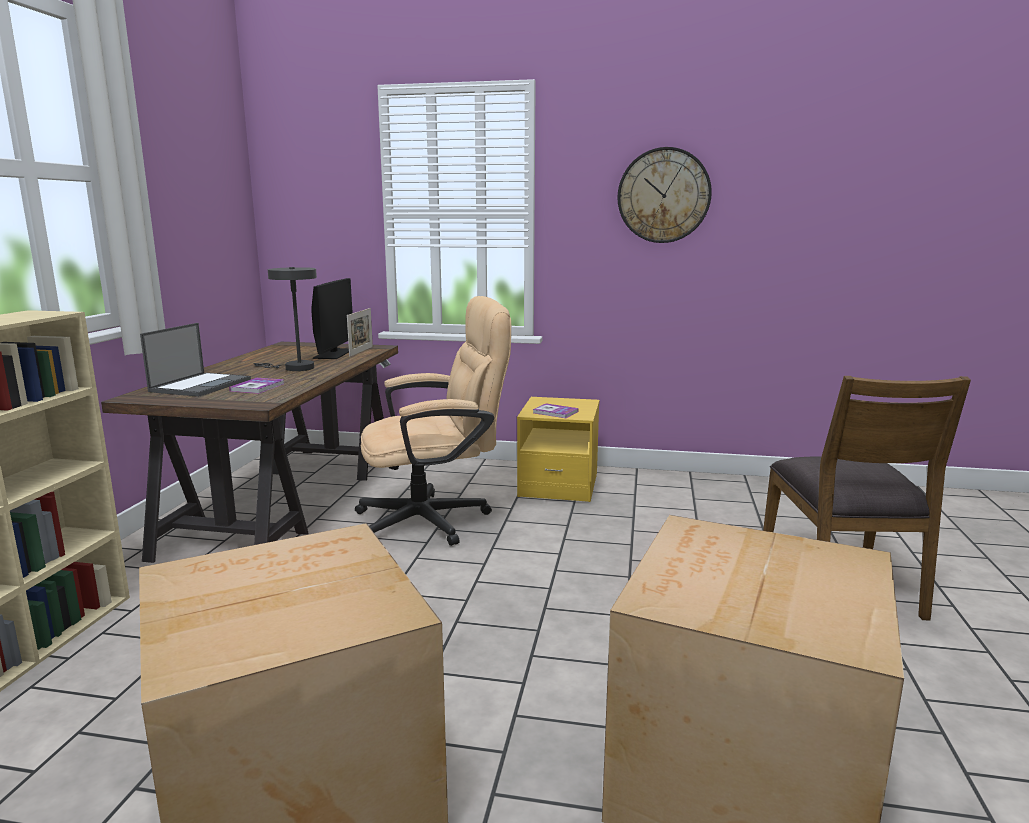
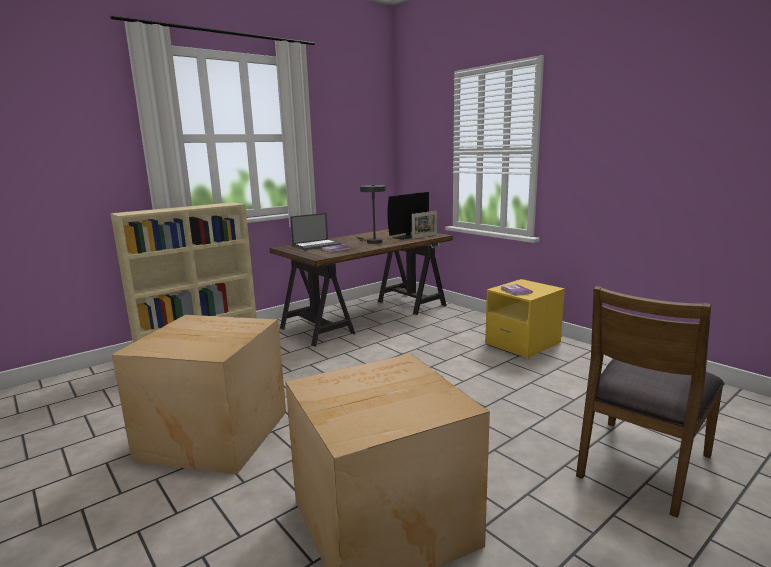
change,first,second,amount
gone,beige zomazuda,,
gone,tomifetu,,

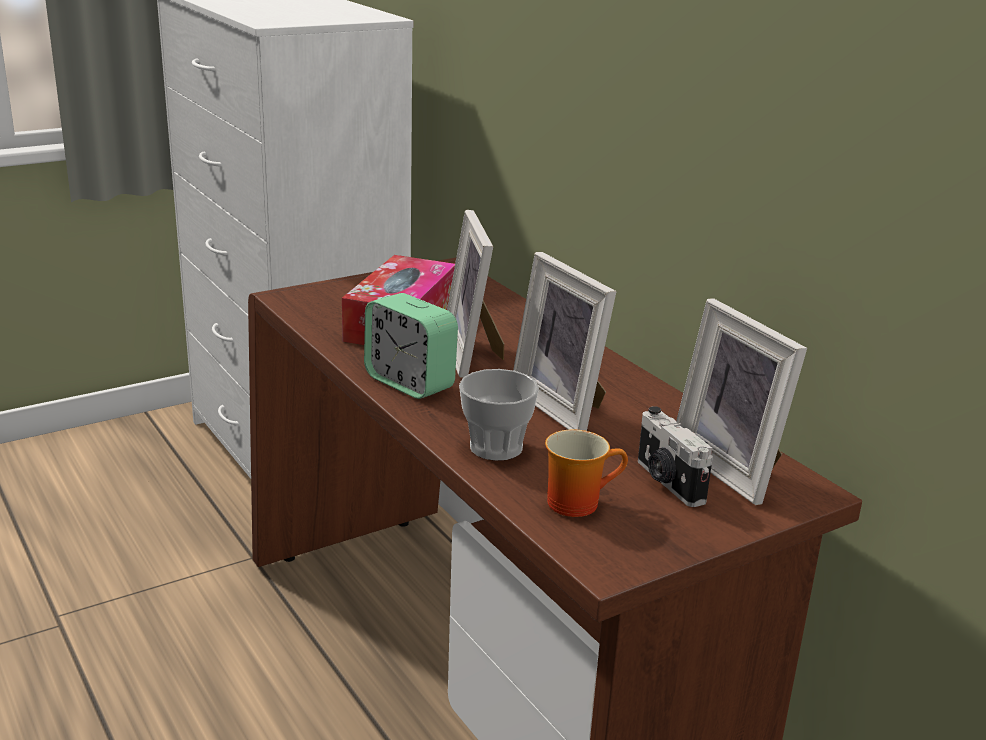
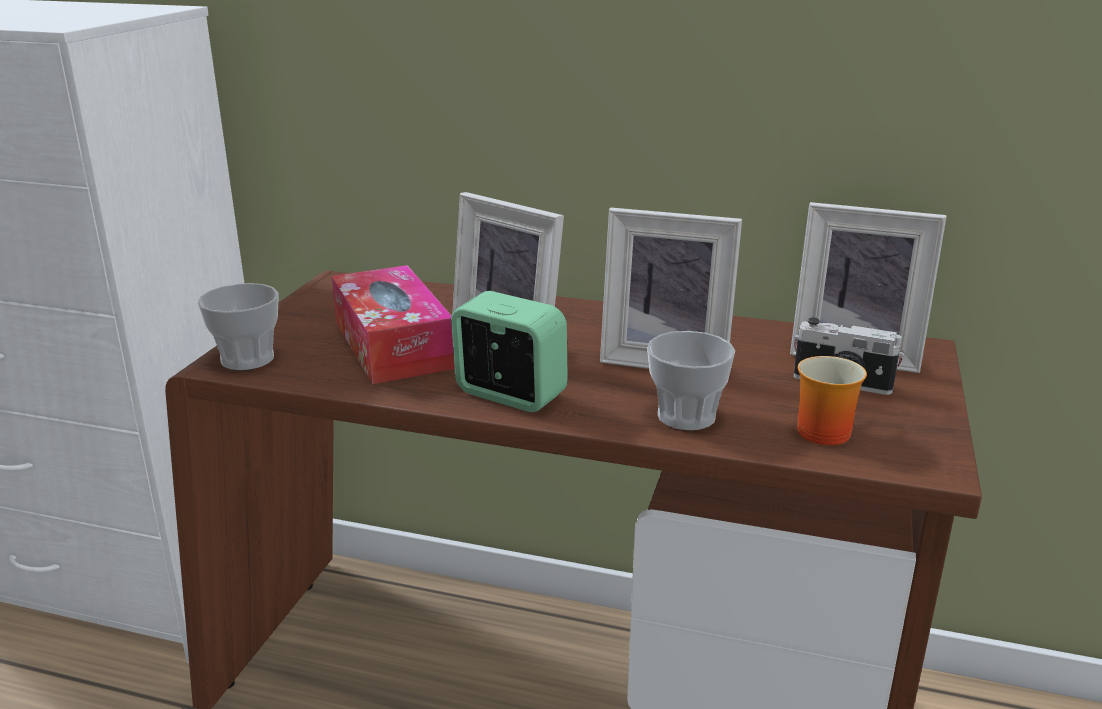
change,first,second,amount
new,,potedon (no. 1 from left),
rotated,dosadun,,150 degrees counterclockwise

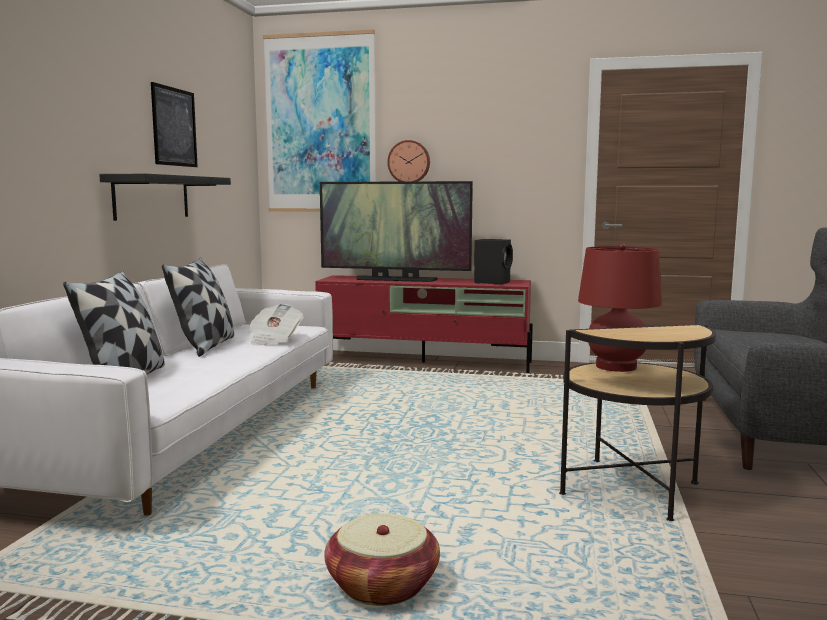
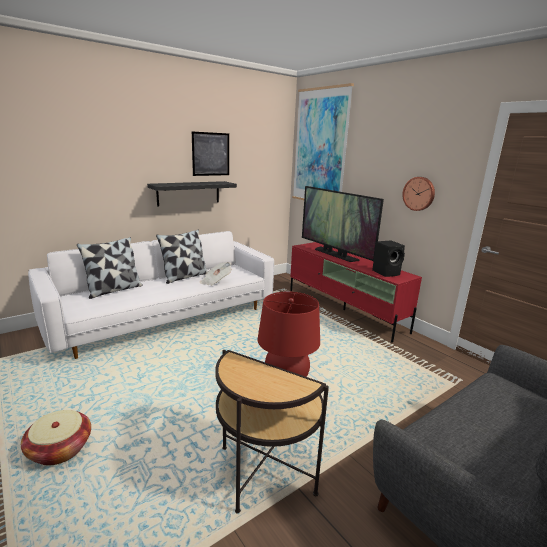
change,first,second,amount
shifted,tomifetu,,

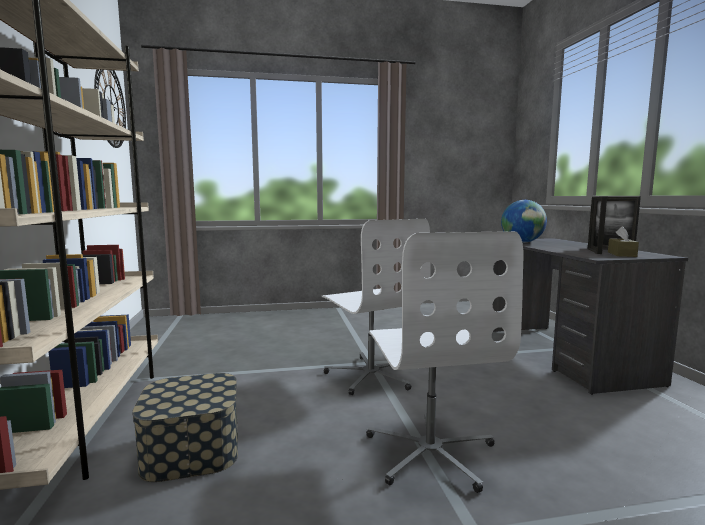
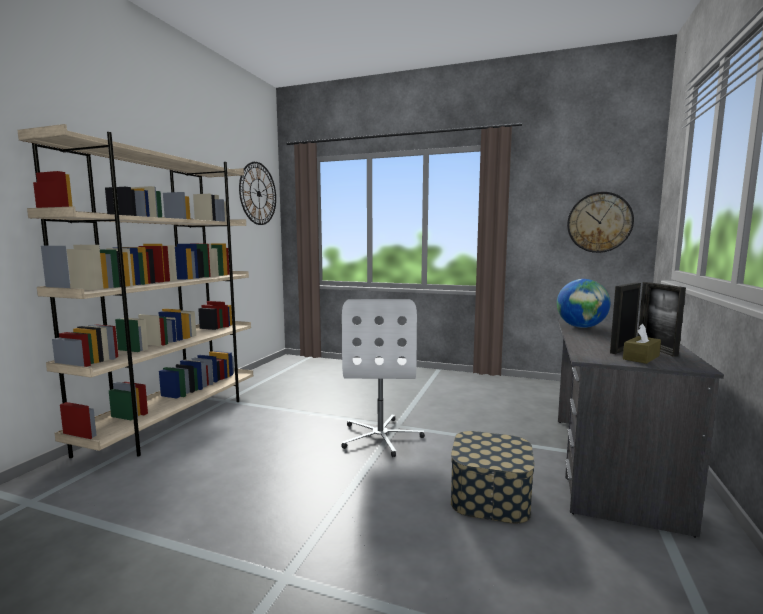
change,first,second,amount
shifted,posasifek,,
new,,tomifetu (no. 2 from left),
gone,white zomazuda (no. 2 from left),,

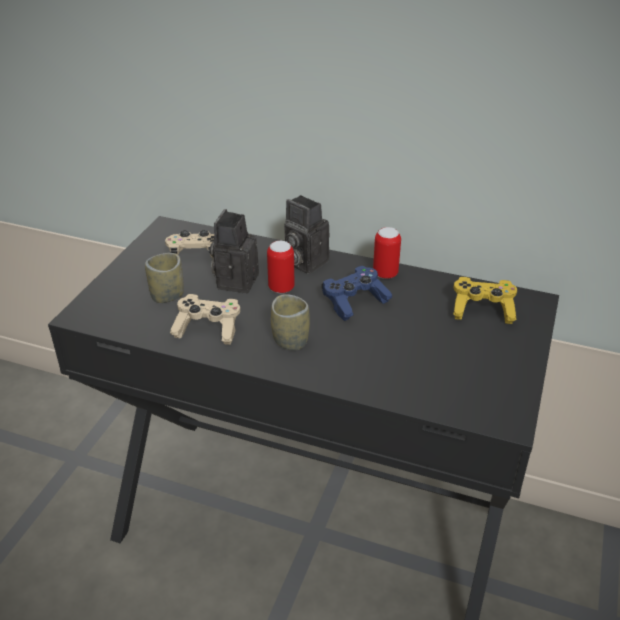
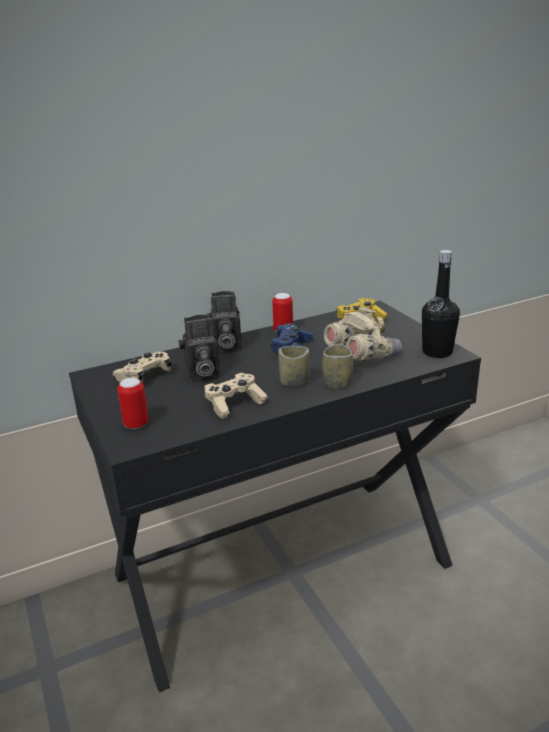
change,first,second,amount
shifted,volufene (no. 1 from left),,
rotated,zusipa (no. 1 from left),,75 degrees counterclockwise
shifted,potedon (no. 1 from left in the first image),potedon (no. 2 from left),
new,,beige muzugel,
new,,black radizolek,

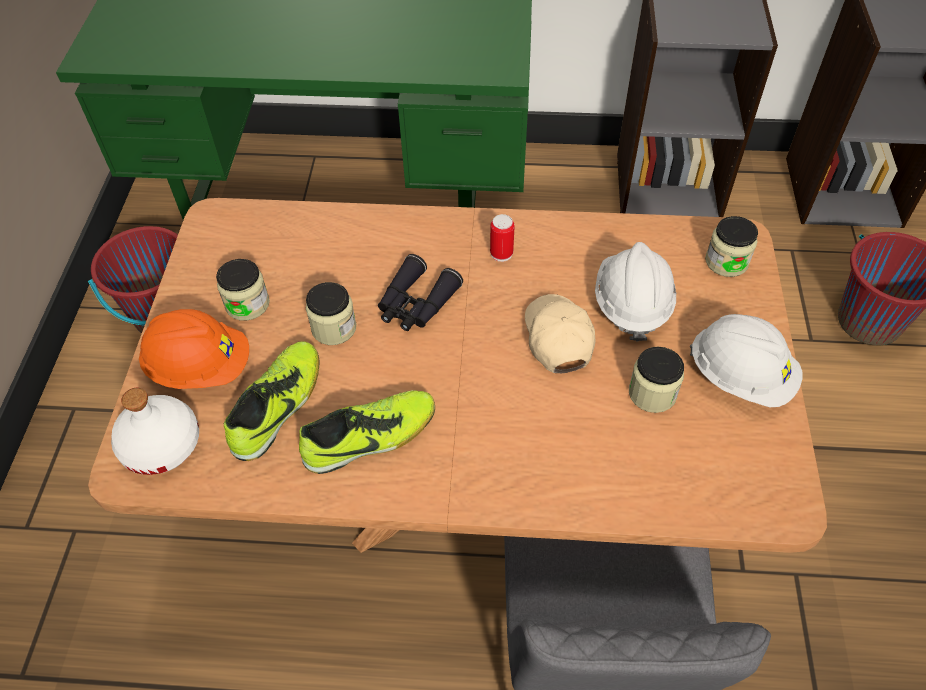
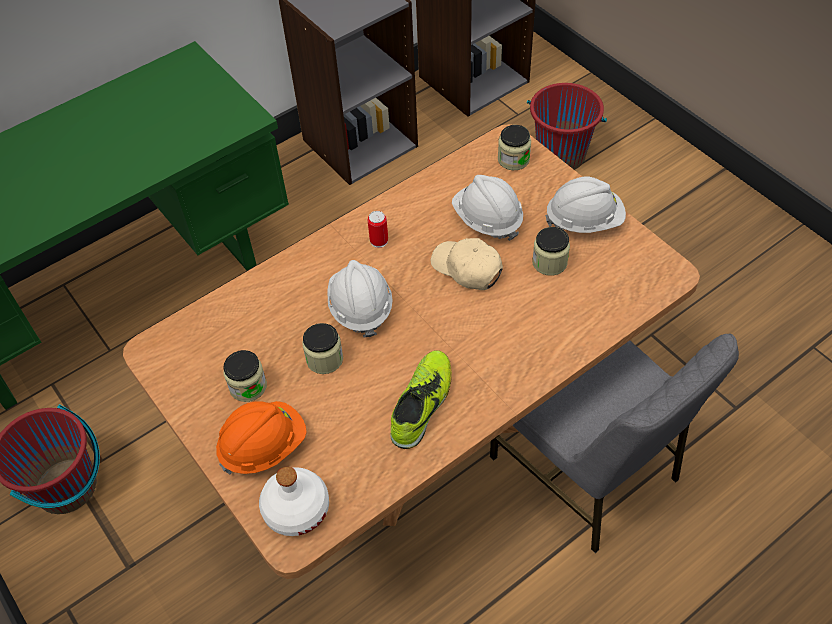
change,first,second,amount
swapped,black muzugel,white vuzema (no. 1 from left),
gone,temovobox (no. 1 from left),,

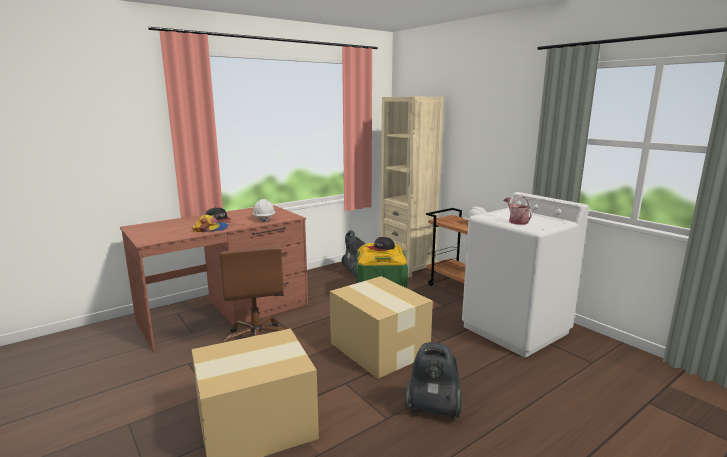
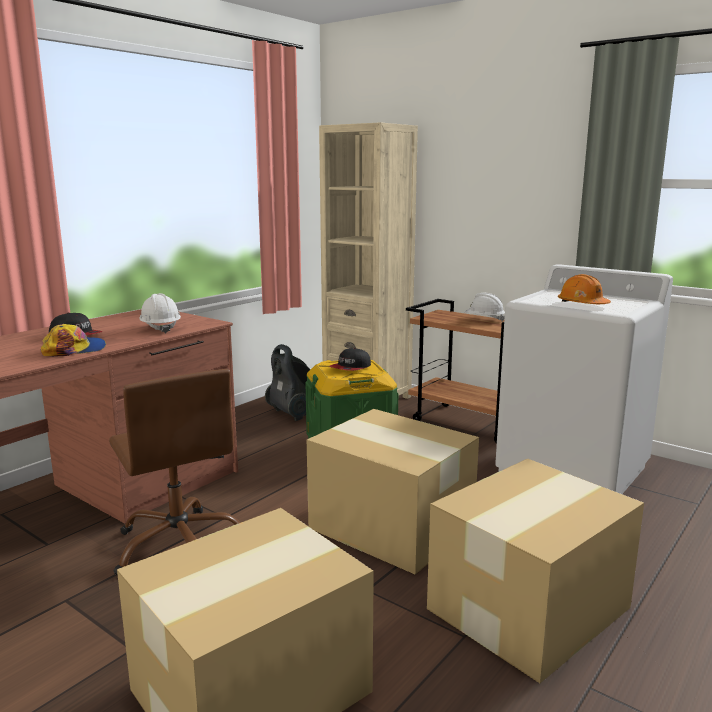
change,first,second,amount
swapped,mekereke (no. 2 from left),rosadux (no. 3 from left),
swapped,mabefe,orange vuzema,

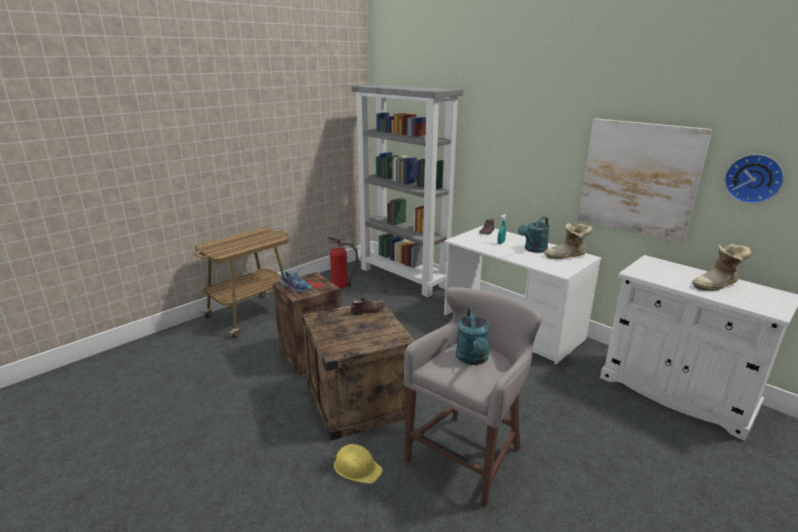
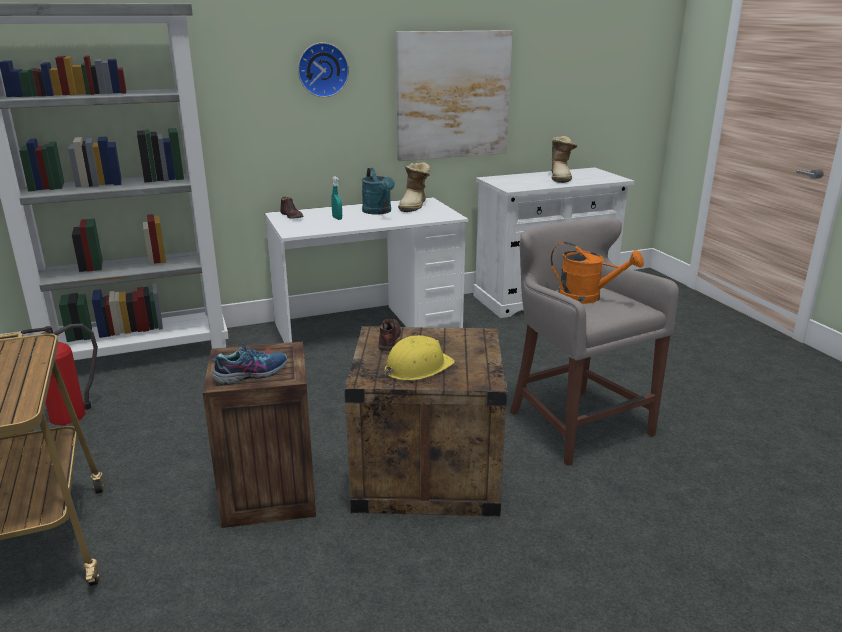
change,first,second,amount
shifted,tomifetu,,
shifted,yellow vuzema,,
repainted,turquoise mabefe (no. 1 from left),orange mabefe,

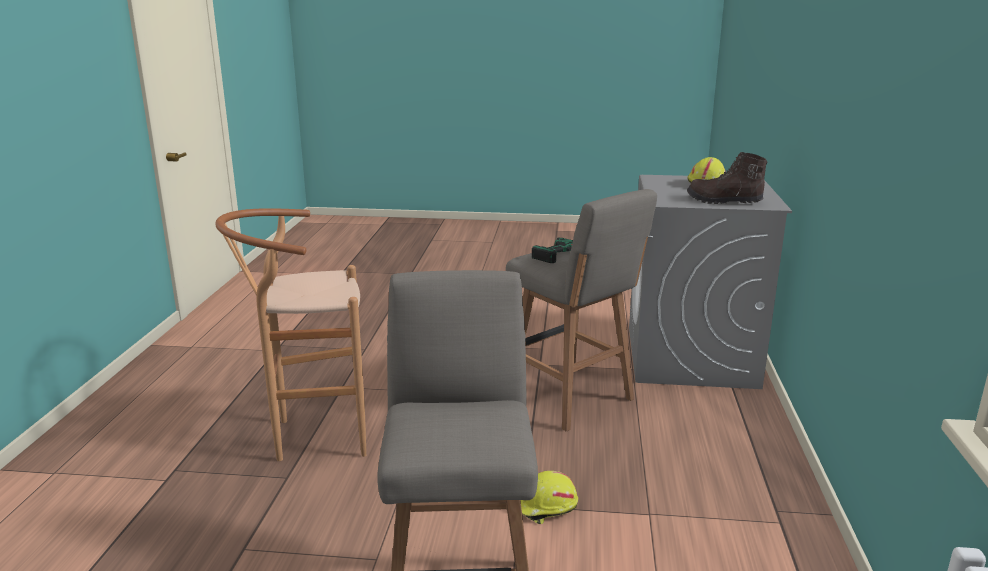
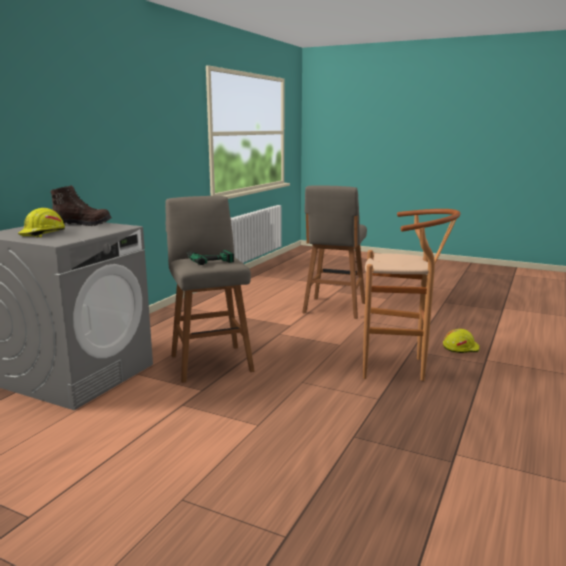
change,first,second,amount
rotated,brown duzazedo,,45 degrees counterclockwise
shifted,yellow vuzema (no. 1 from left in the first image),yellow vuzema (no. 2 from left),

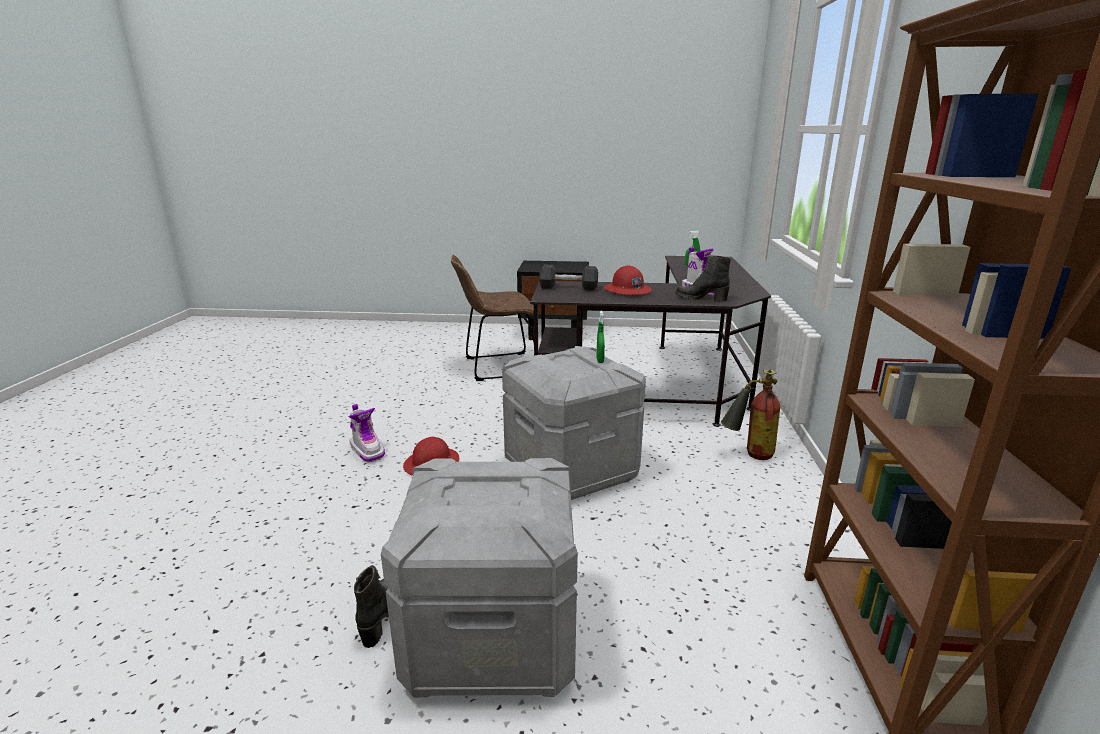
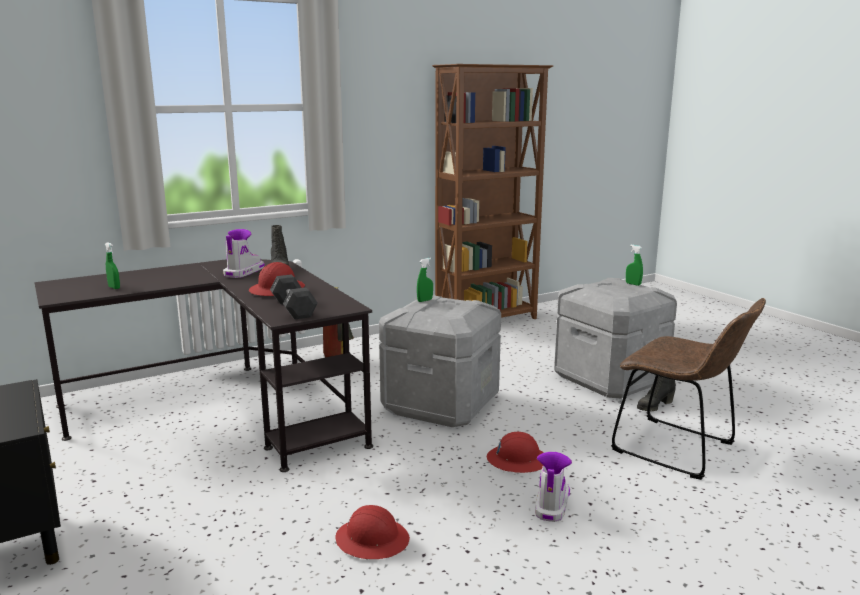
change,first,second,amount
new,,red vuzema (no. 2 from left),
shifted,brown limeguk,,
new,,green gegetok (no. 3 from left),

